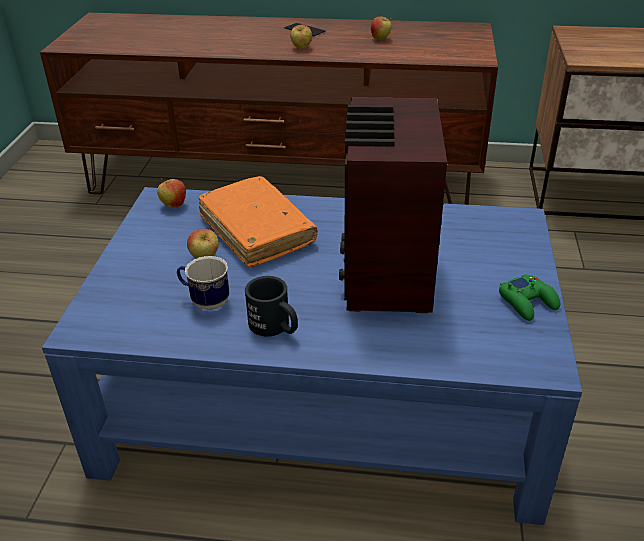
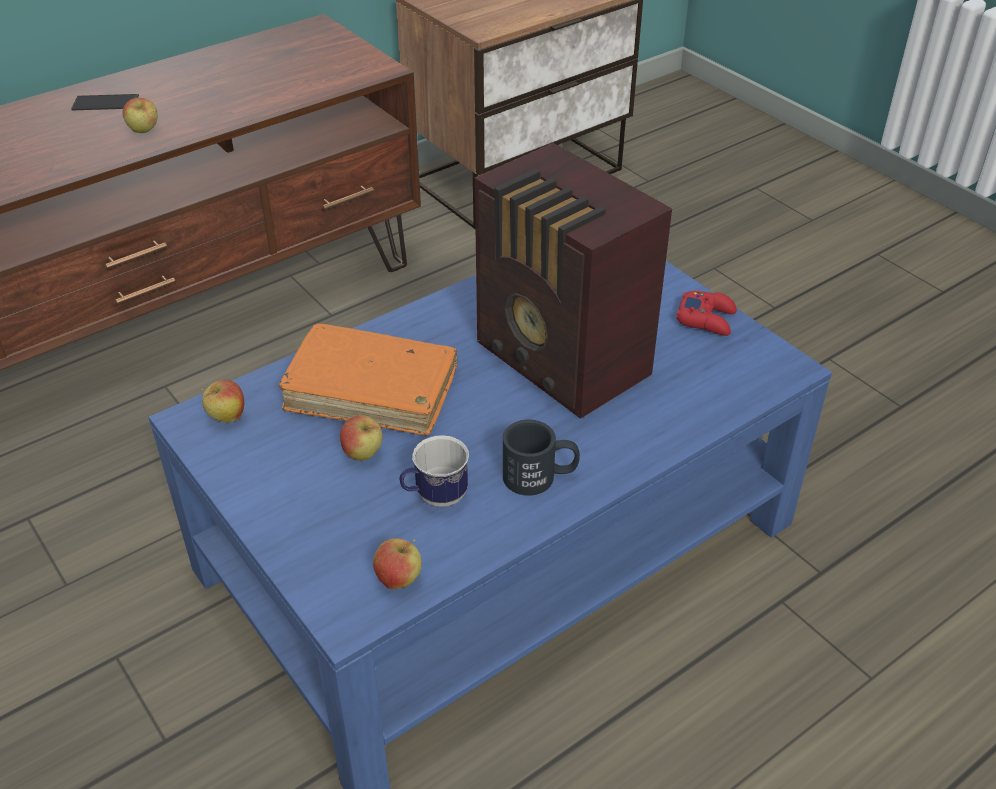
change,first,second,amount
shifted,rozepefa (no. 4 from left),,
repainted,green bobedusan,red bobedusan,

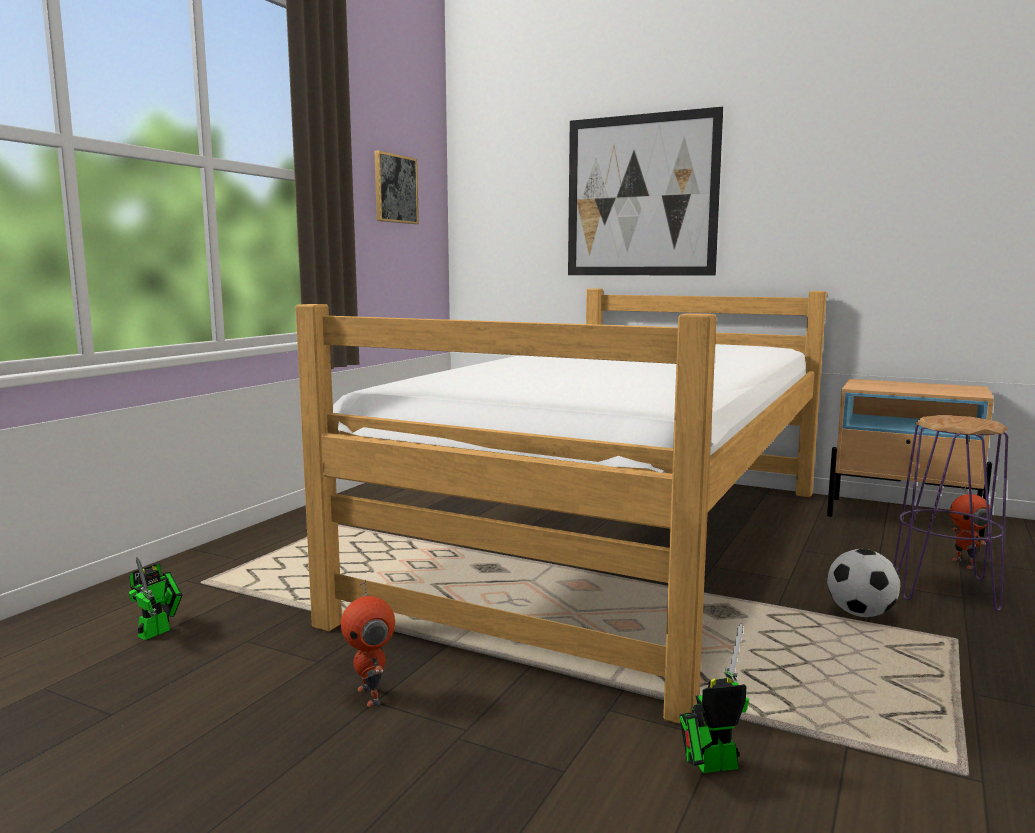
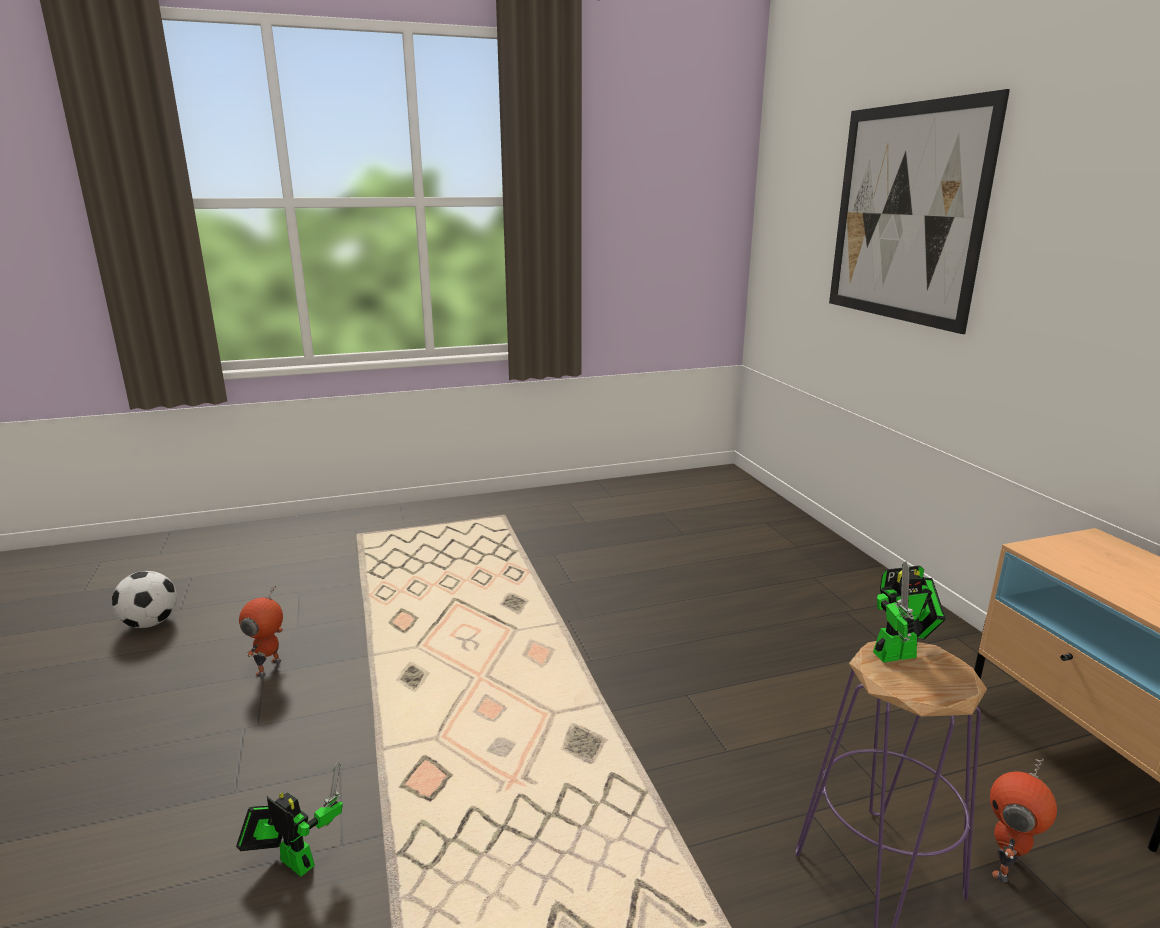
change,first,second,amount
shifted,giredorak,,
shifted,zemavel (no. 1 from left in the first image),zemavel (no. 3 from left),
gone,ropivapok,,
gone,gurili (no. 1 from left),,

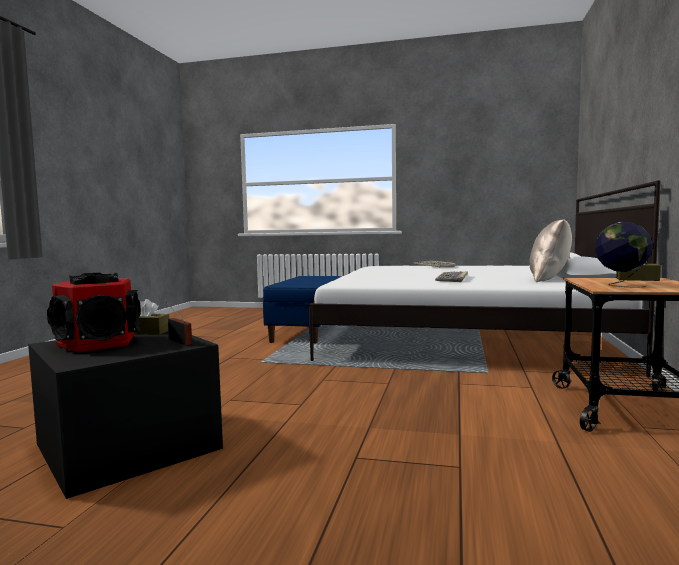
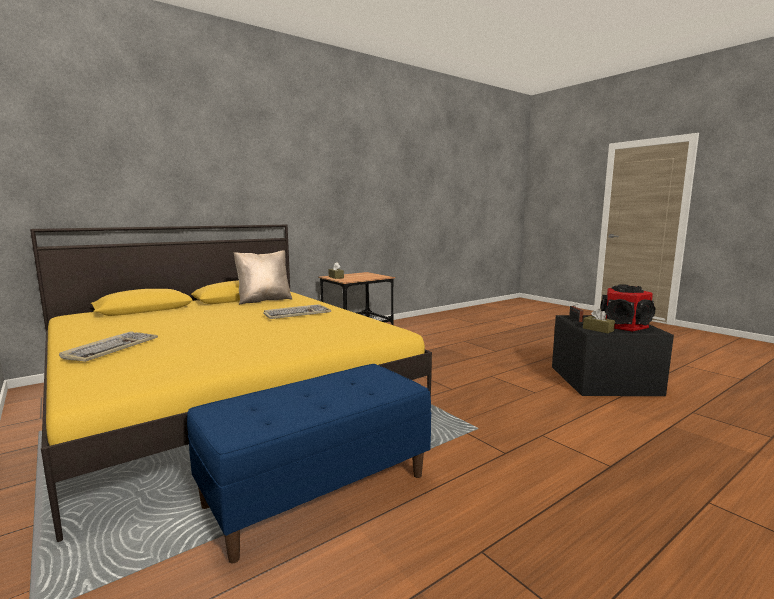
change,first,second,amount
repainted,white ropivapok,yellow ropivapok,
gone,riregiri,,

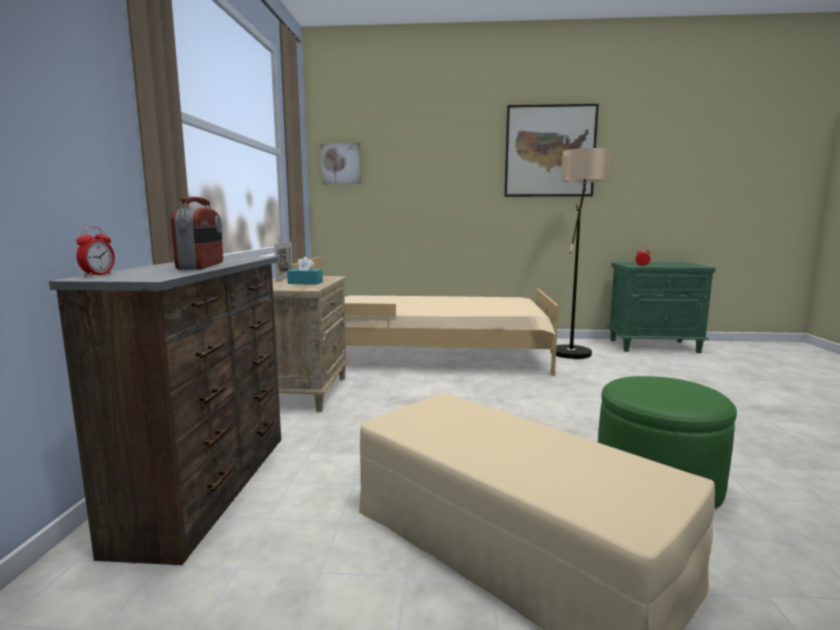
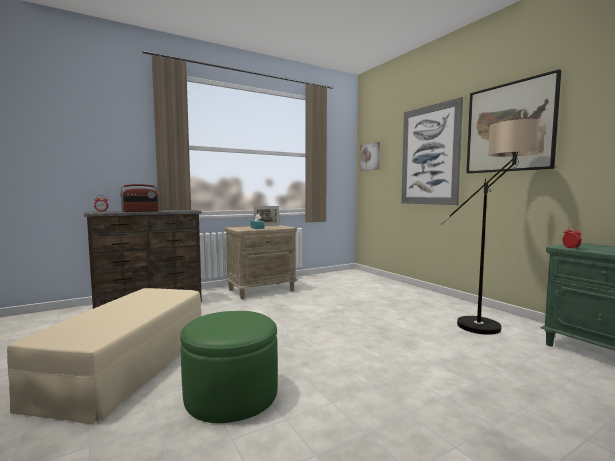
change,first,second,amount
new,,gurili (no. 2 from left),
gone,beige ropivapok,,

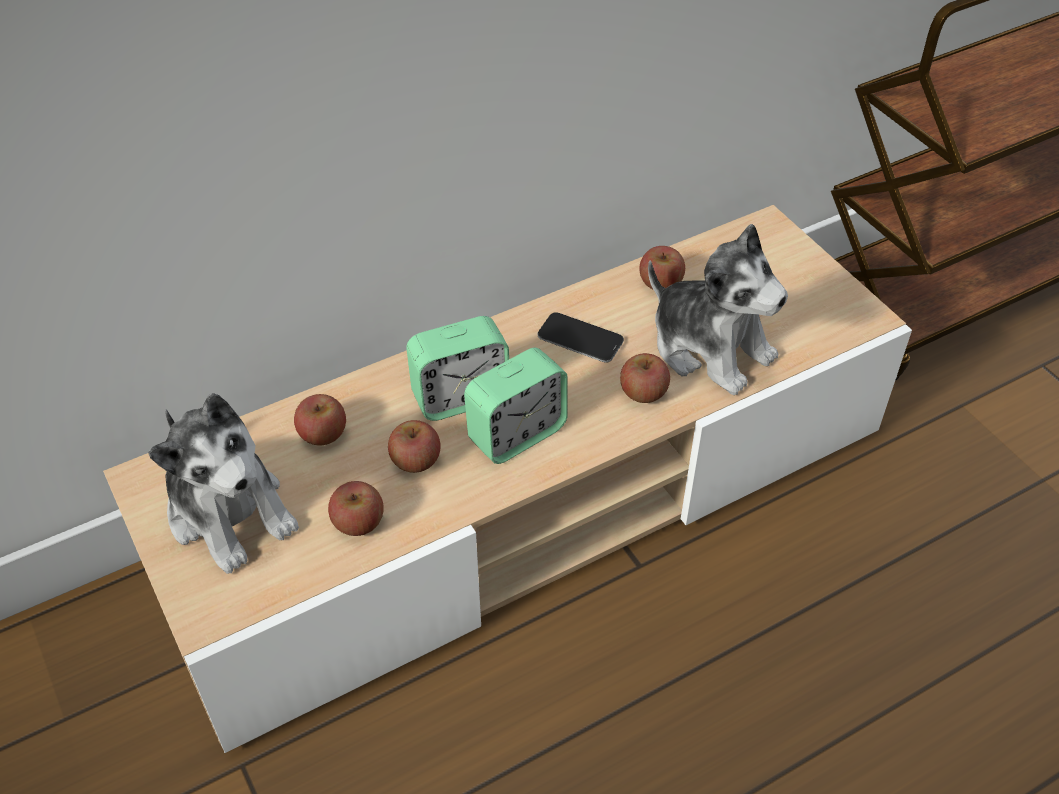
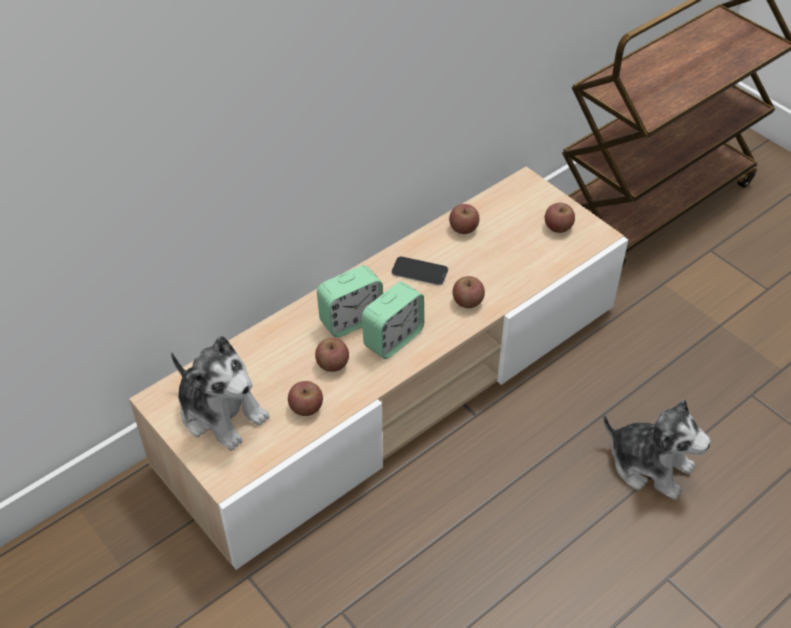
change,first,second,amount
shifted,rozepefa (no. 1 from left in the first image),rozepefa (no. 5 from left),
shifted,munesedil (no. 2 from left),,

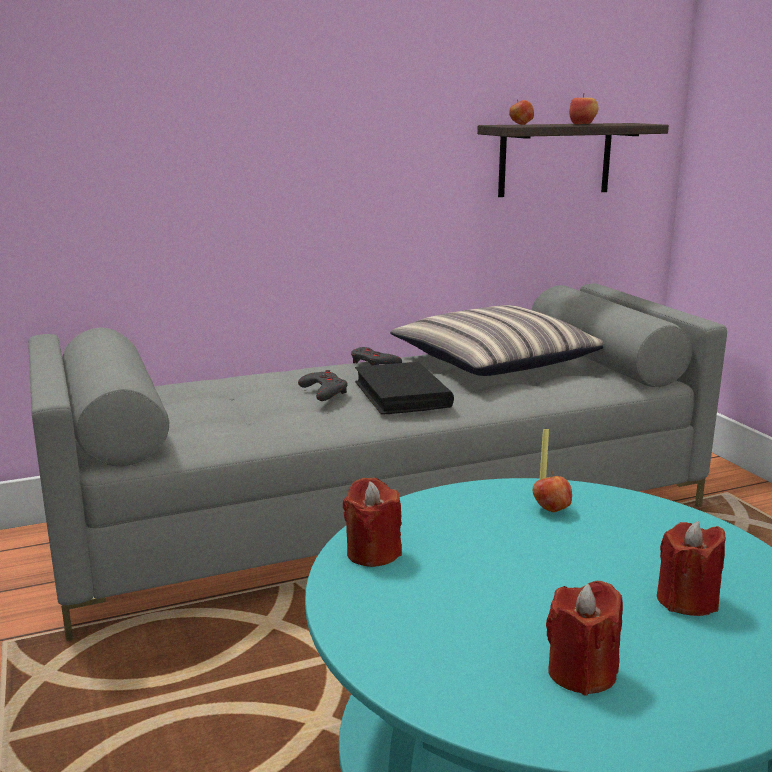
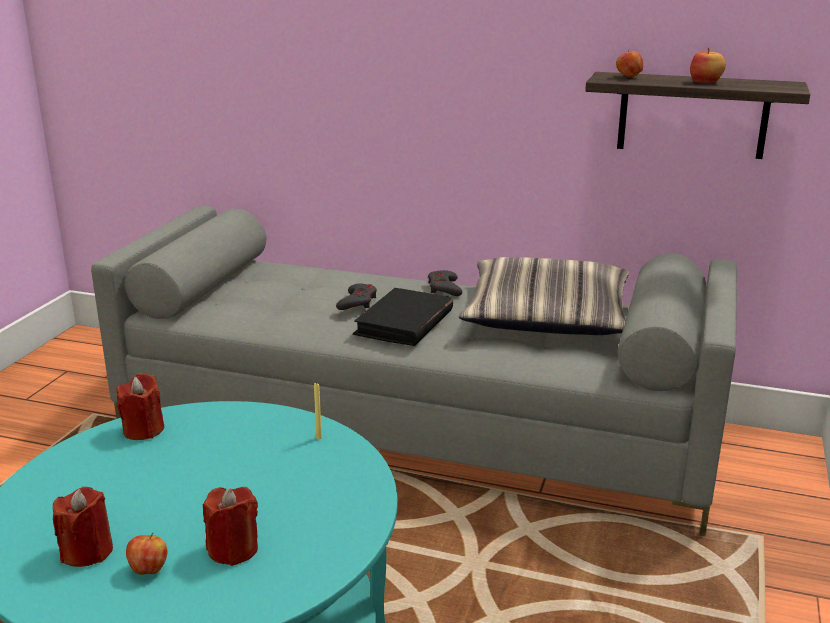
change,first,second,amount
shifted,rozepefa (no. 2 from left in the first image),rozepefa (no. 1 from left),

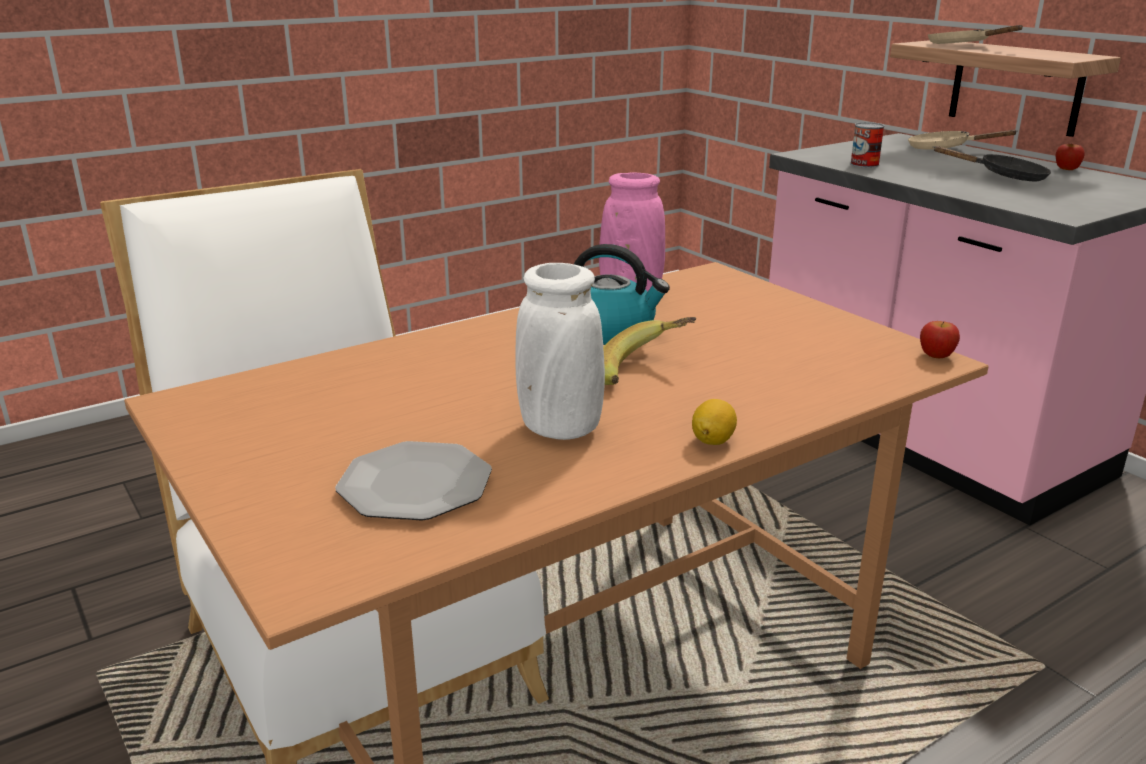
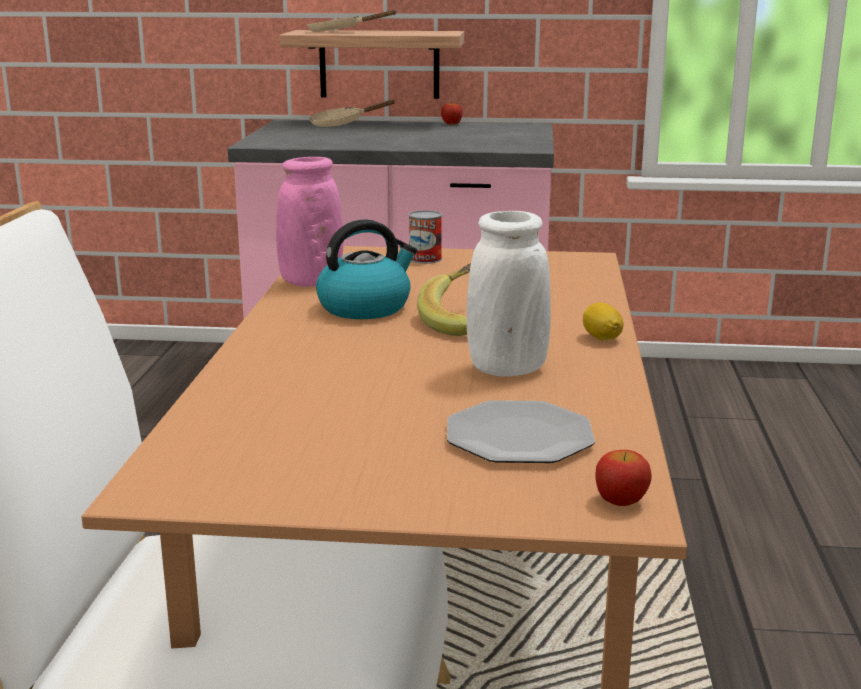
change,first,second,amount
shifted,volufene,,
shifted,rozepefa (no. 1 from left in the first image),rozepefa (no. 2 from left),
gone,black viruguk,,

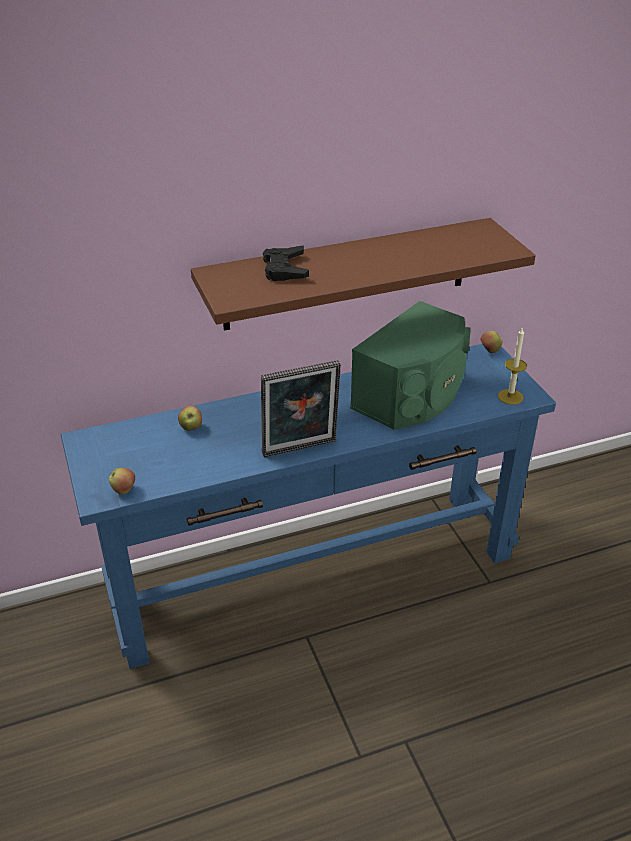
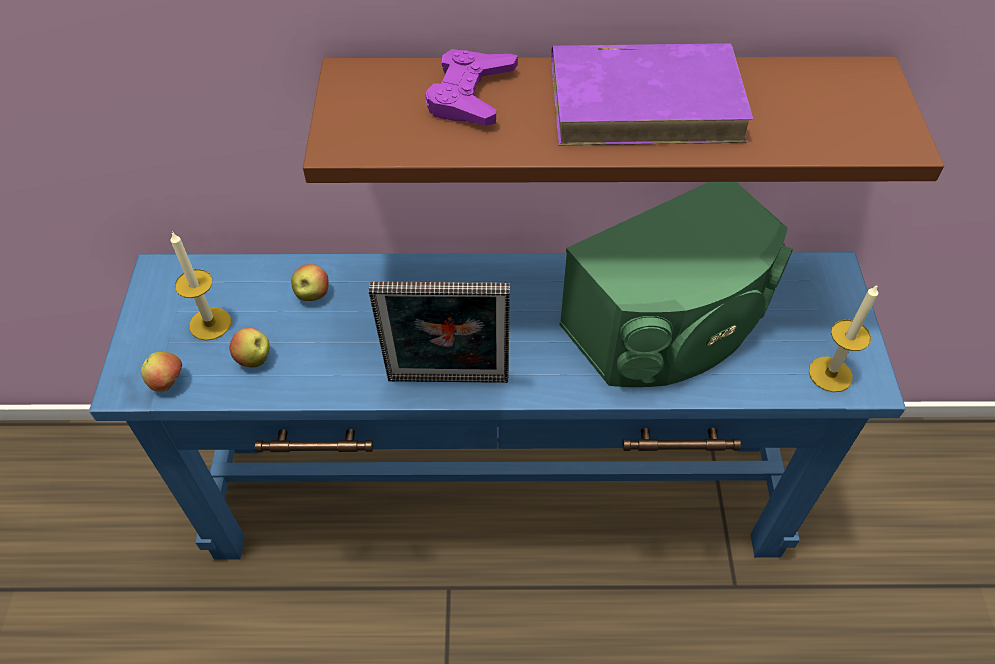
change,first,second,amount
new,,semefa (no. 1 from left),
shifted,rozepefa (no. 3 from left in the first image),rozepefa (no. 2 from left),
repainted,black bobedusan,purple bobedusan,
new,,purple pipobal,

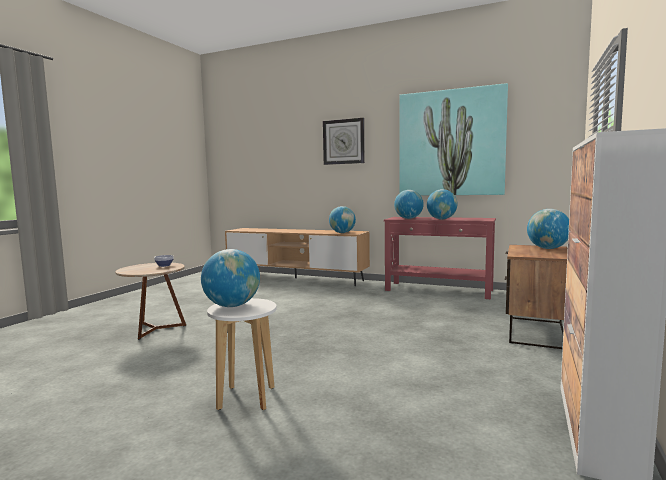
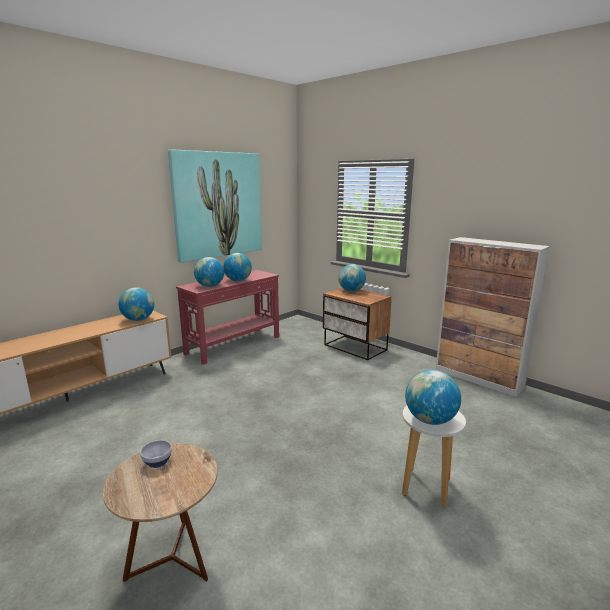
change,first,second,amount
gone,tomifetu,,

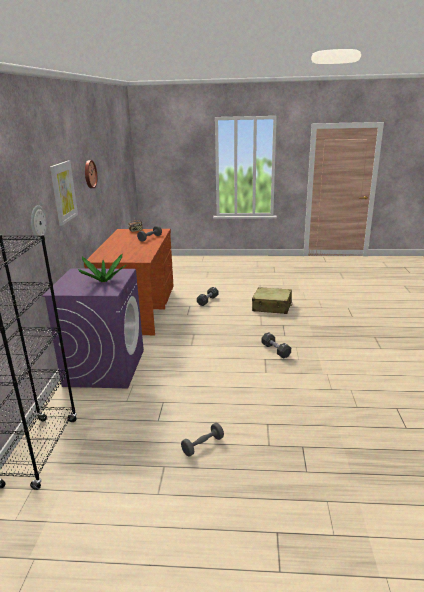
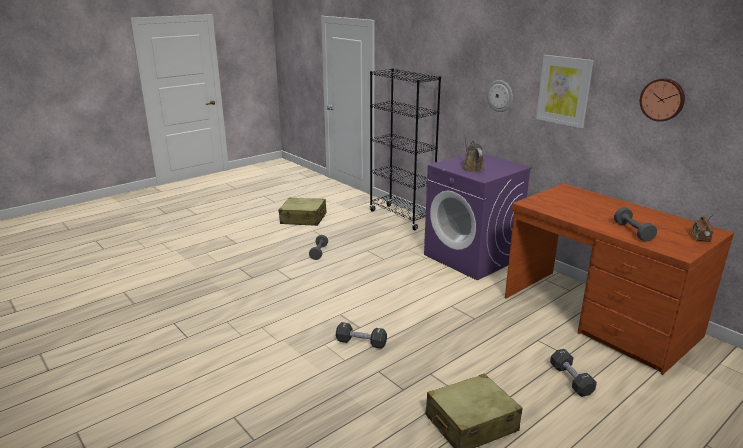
change,first,second,amount
new,,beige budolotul (no. 1 from left),
swapped,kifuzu,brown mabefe,

